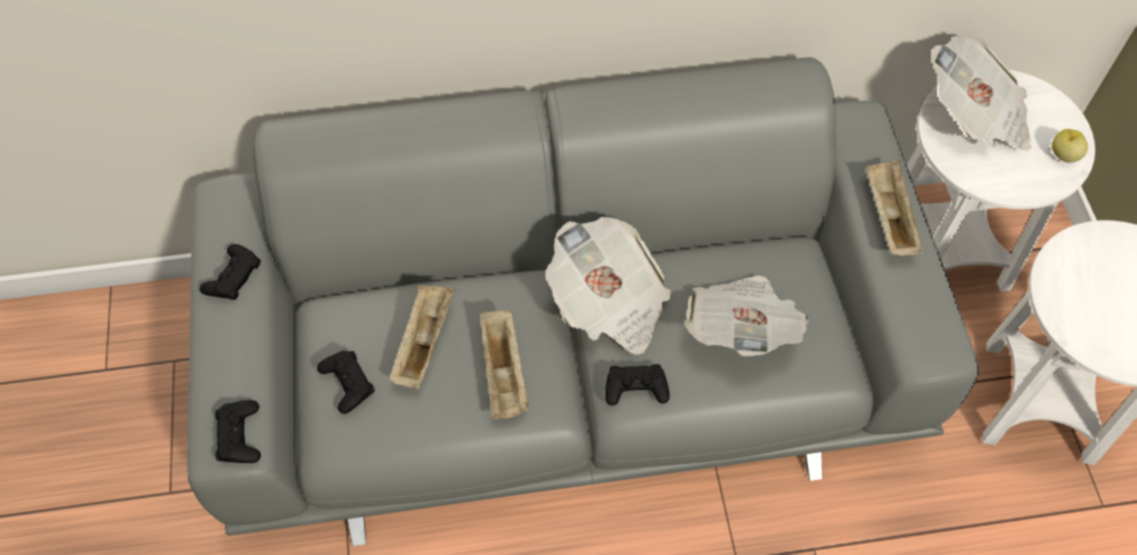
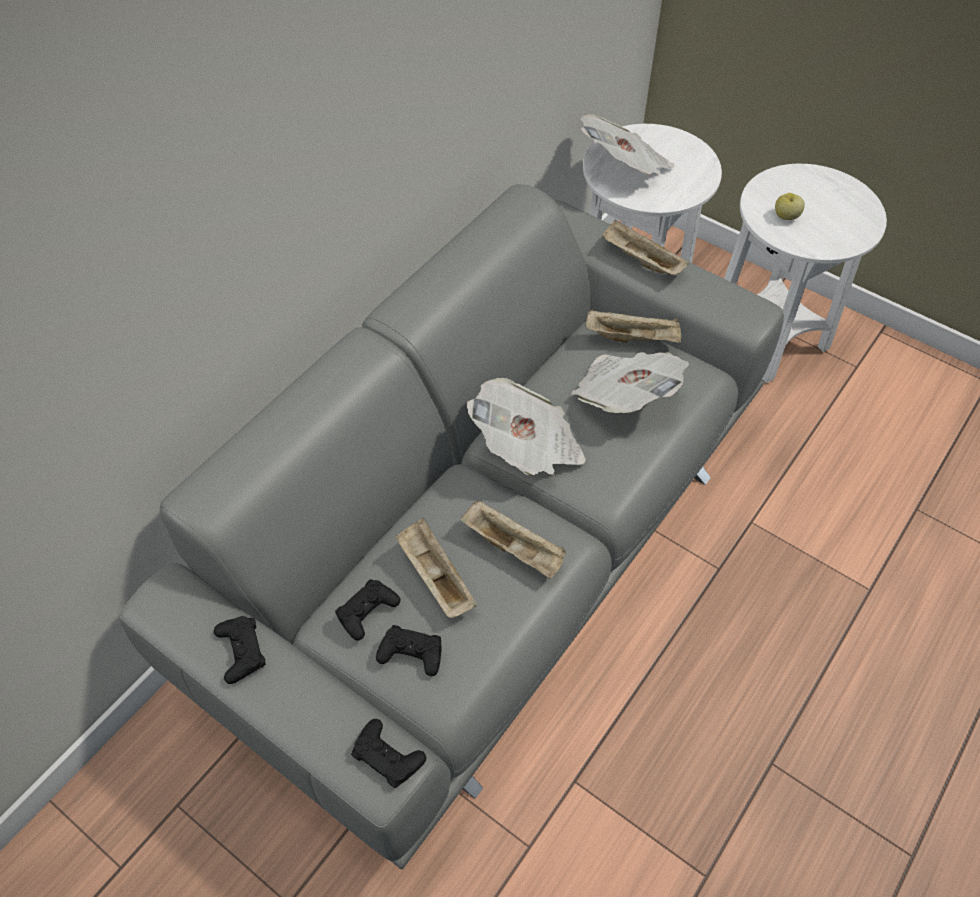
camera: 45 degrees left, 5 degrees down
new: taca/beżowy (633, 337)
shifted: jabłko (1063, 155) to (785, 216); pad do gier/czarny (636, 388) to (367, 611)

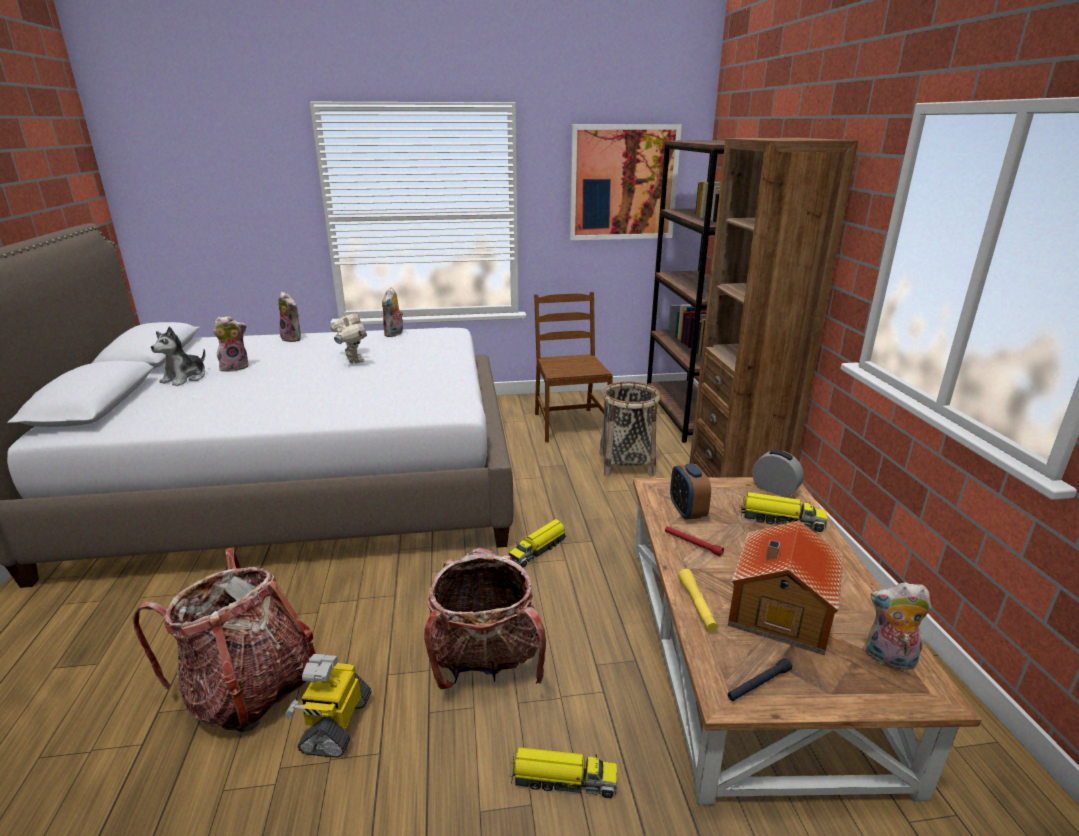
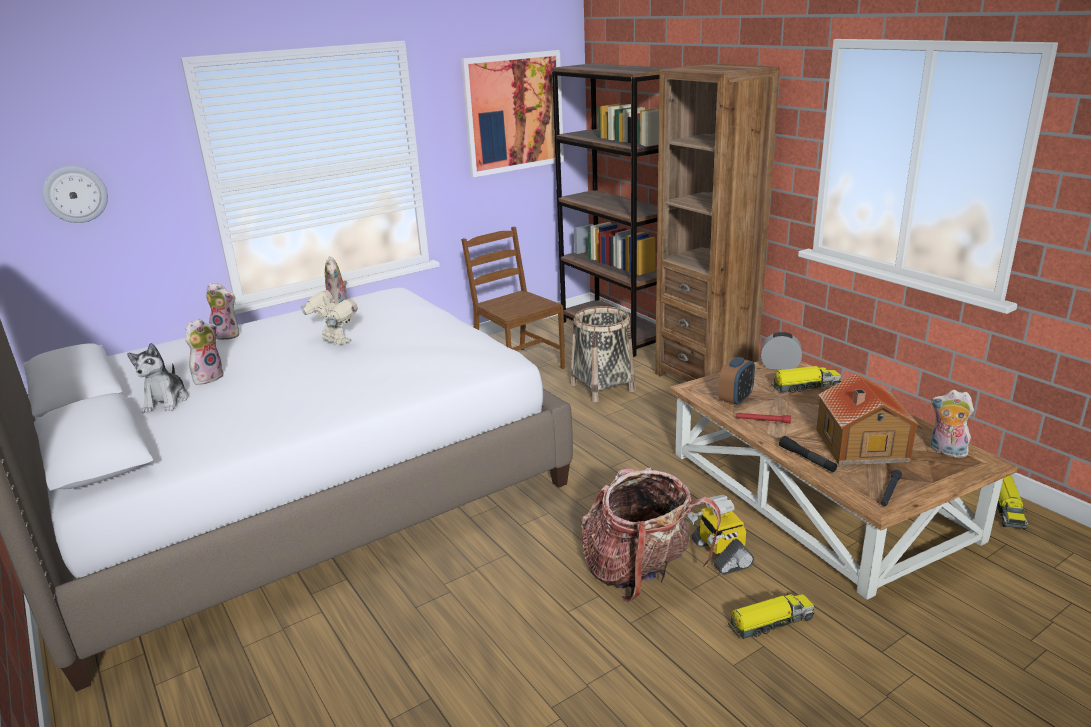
camera: 25 degrees left, 0 degrees up
gone: plecak (250, 689)
new: zegar ścienny (75, 194)
shifted: ciężarówka zabawkowa (538, 550) to (1006, 509); robot zabawkowy (335, 724) to (720, 554)
repainted: latarka/żółty (697, 605) to latarka/czarny (807, 459)
rotated: budzik (687, 511) = (735, 399) 105 degrees counterclockwise; pluszak (888, 659) = (946, 451) 45 degrees clockwise

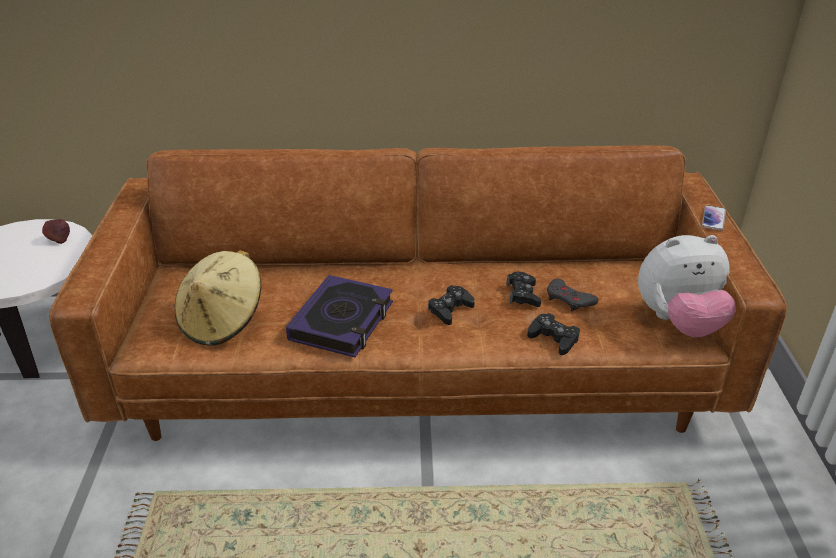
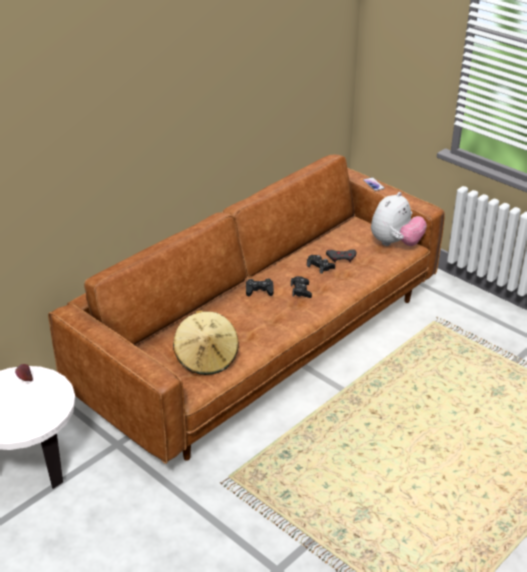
camera: 45 degrees left, 0 degrees up
gone: książka (342, 321)
shifted: pad do gier/czarny (553, 338) to (259, 290)

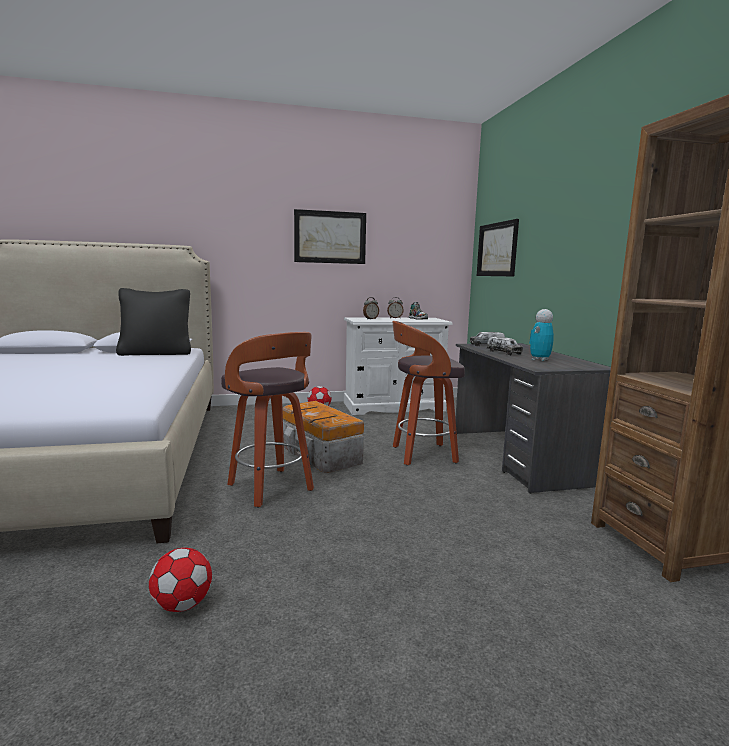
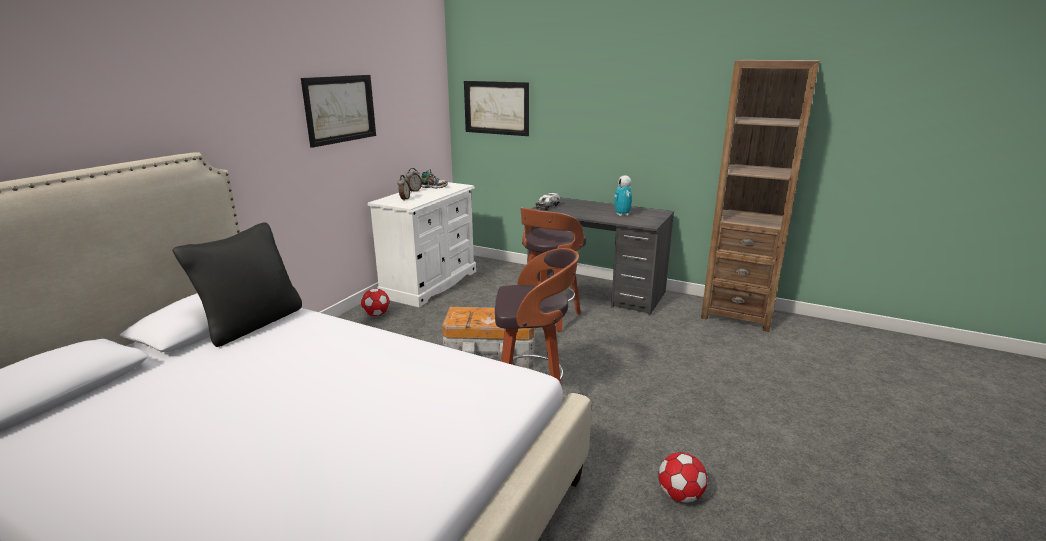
camera: 50 degrees left, 10 degrees up
gone: ciężarówka zabawkowa (504, 352)

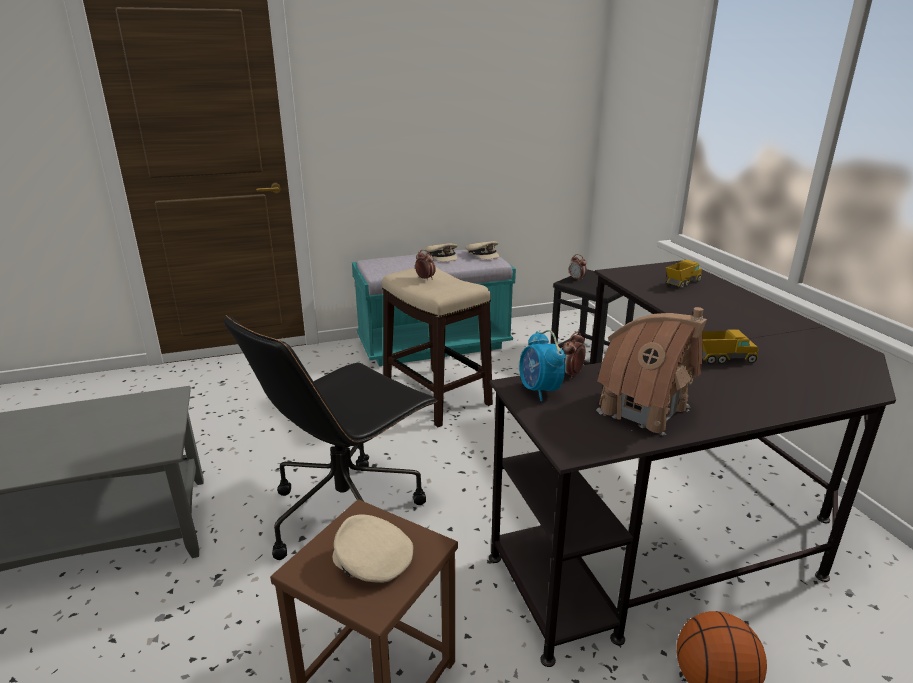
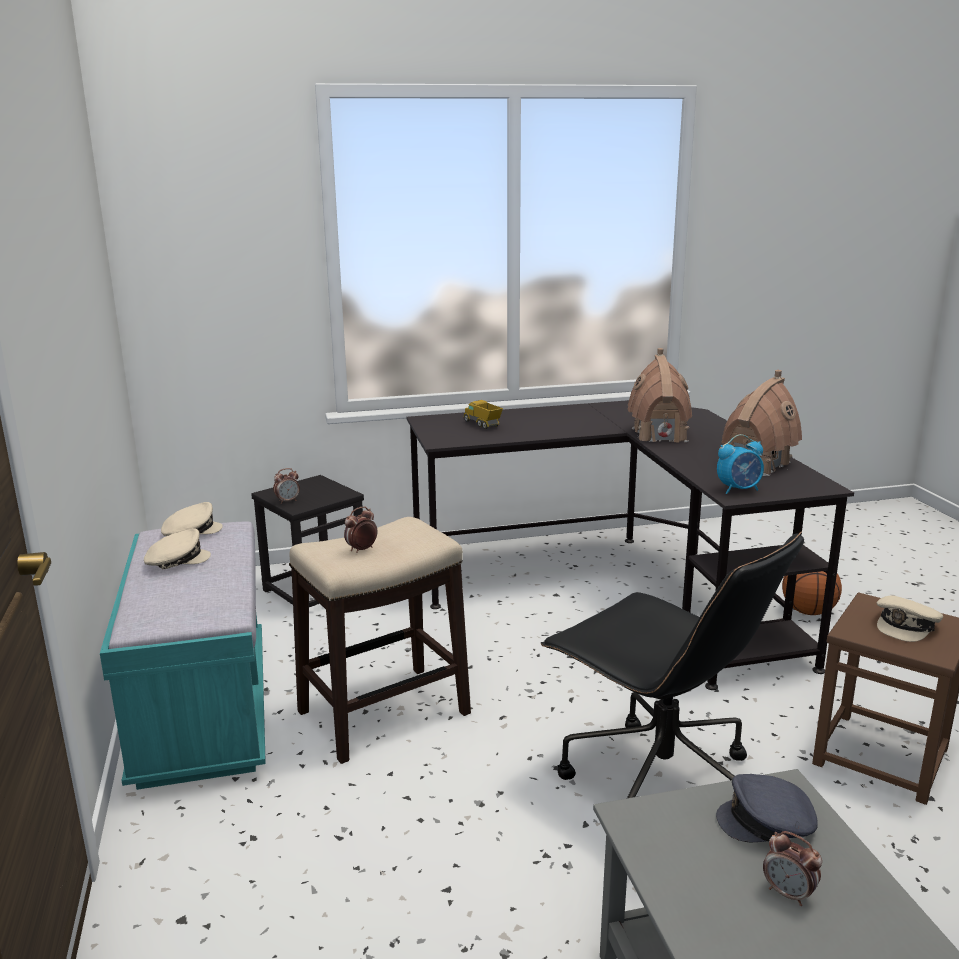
camera: 85 degrees left, 5 degrees down
new: czapka z daszkiem/szary (768, 823)
shifted: budzik (571, 374) to (788, 894)
swapped: ciężarówka zabawkowa (723, 359) to domek (659, 435)

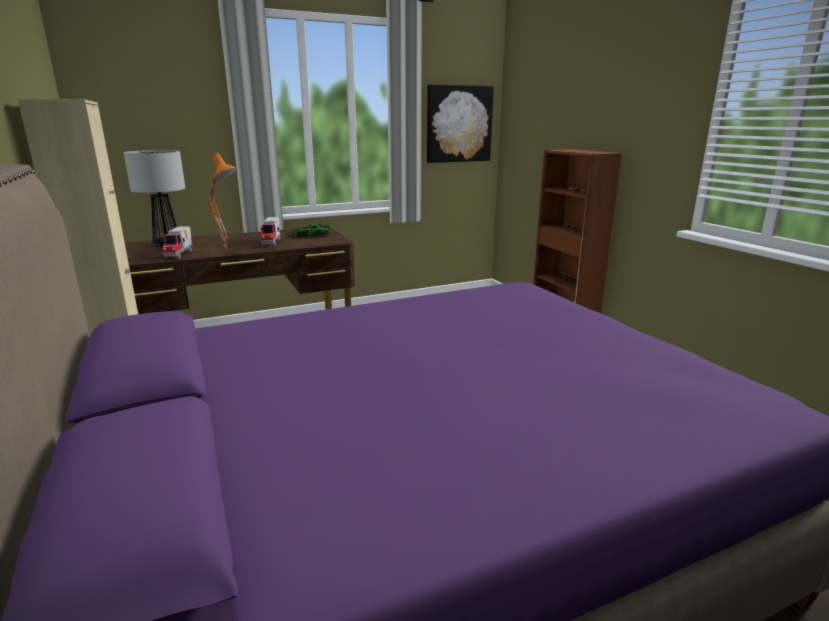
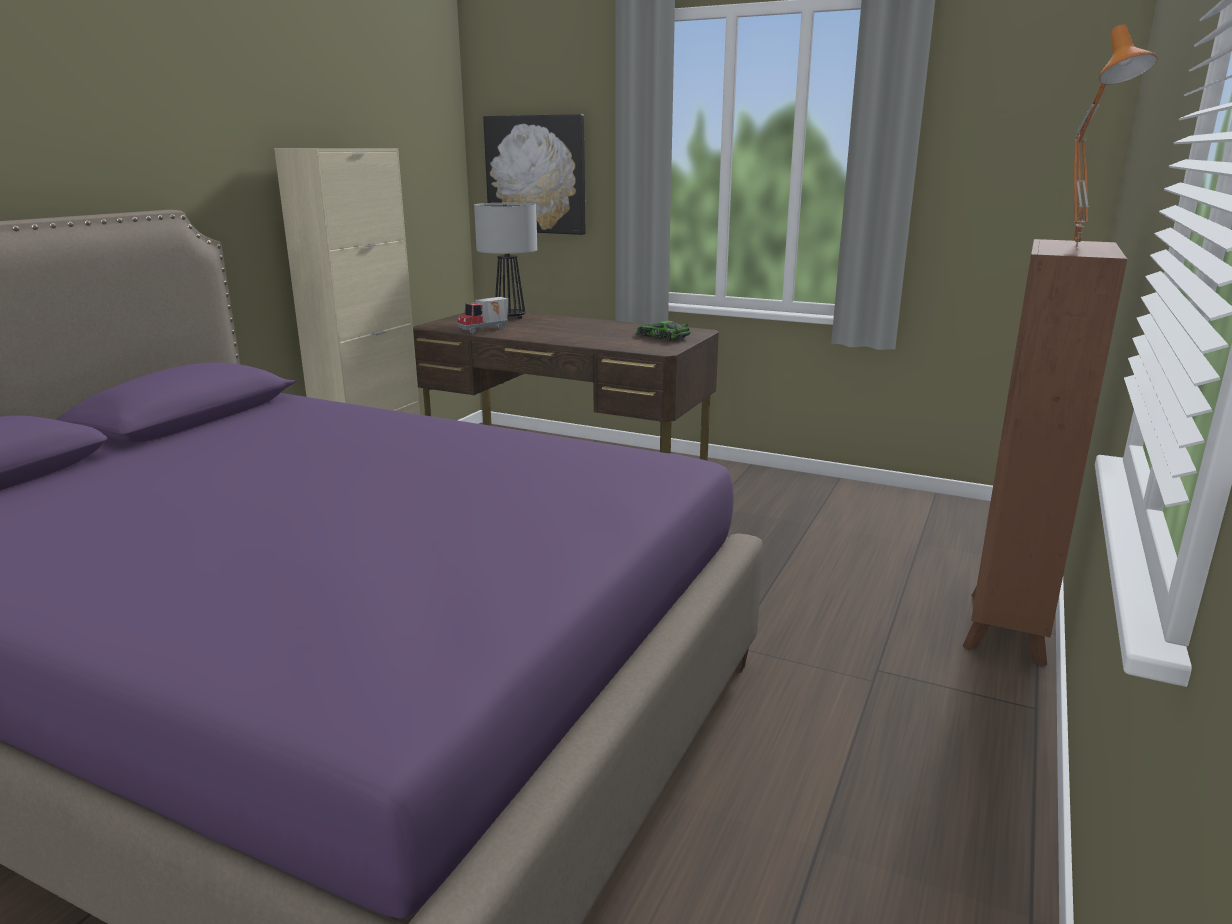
camera: 50 degrees right, 0 degrees up
gone: ciężarówka zabawkowa (272, 242)
shifted: obraz (459, 124) to (536, 175); lampa stołowa/pomarańczowy (227, 249) to (1080, 247)

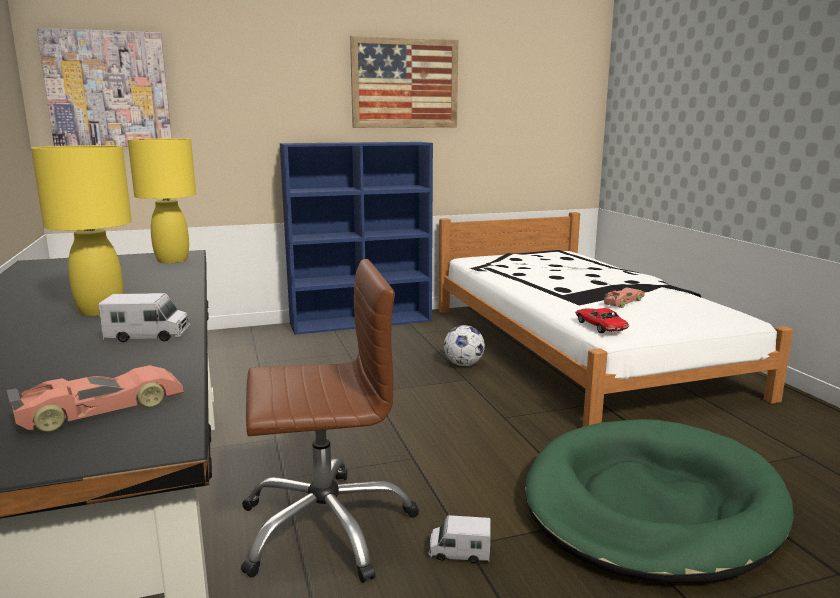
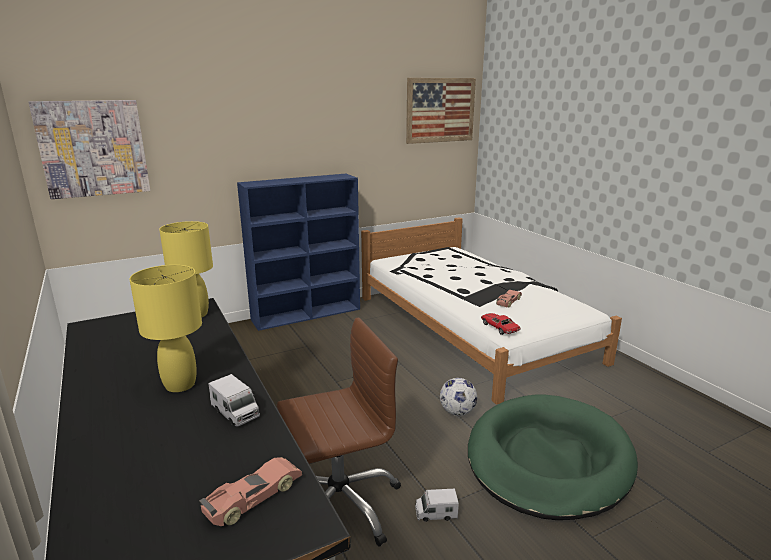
camera: 10 degrees left, 5 degrees up
shifted: obraz (405, 83) to (440, 110); piłka futbolowa (463, 364) to (457, 412)
rotated: ciężarówka zabawkowa (148, 336) = (235, 412) 60 degrees clockwise

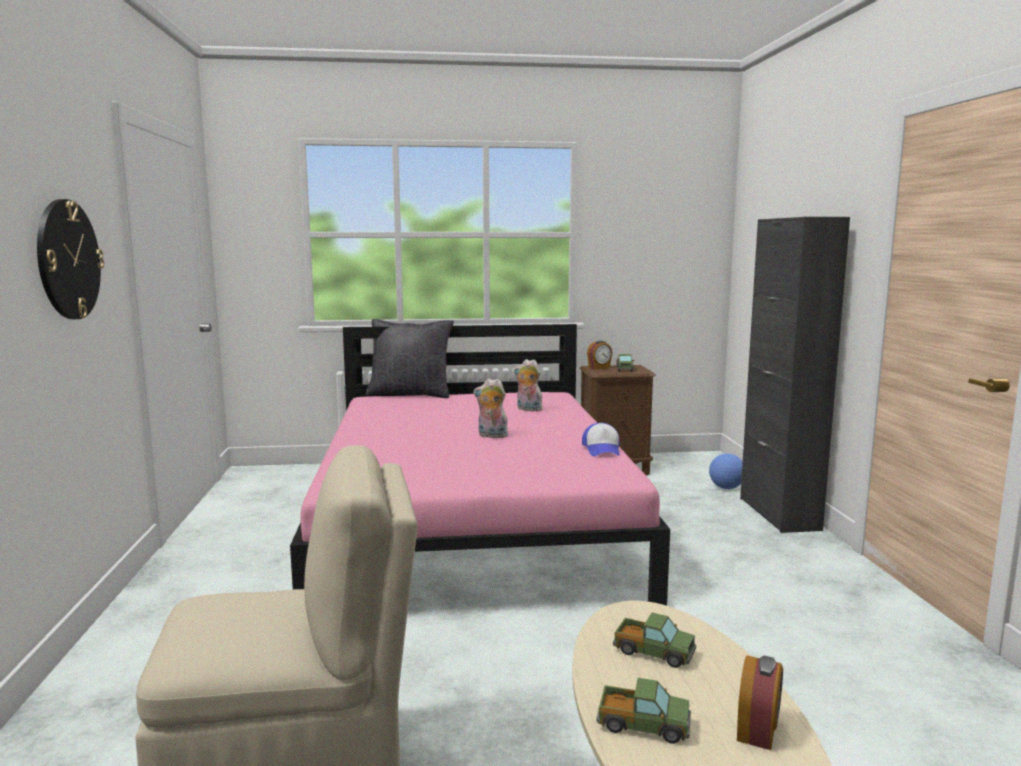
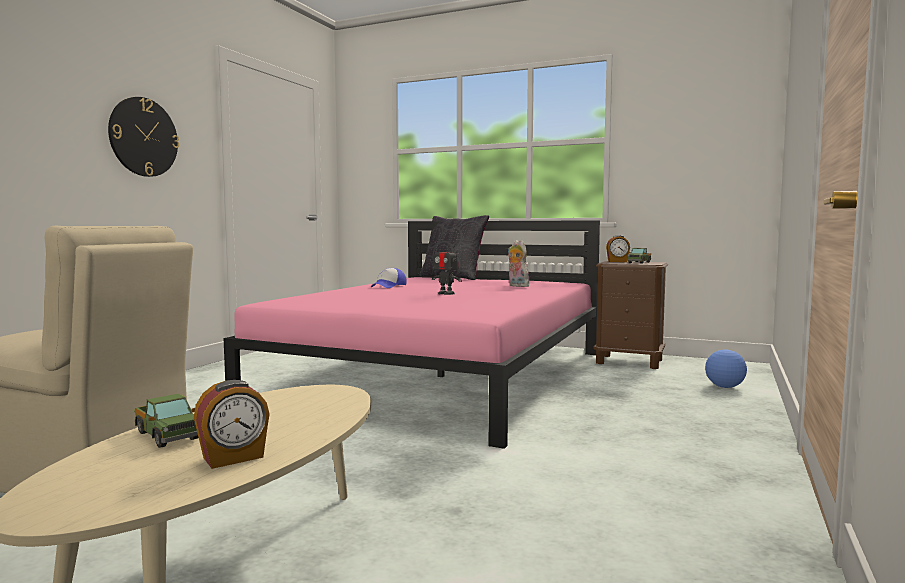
camera: 30 degrees right, 5 degrees down
gone: szafka/czarny (779, 514); ciężarówka zabawkowa (653, 653)
shifted: czapka z daszkiem (602, 449) to (389, 286)
swapped: pluszak (491, 436) to robot zabawkowy (446, 293)

